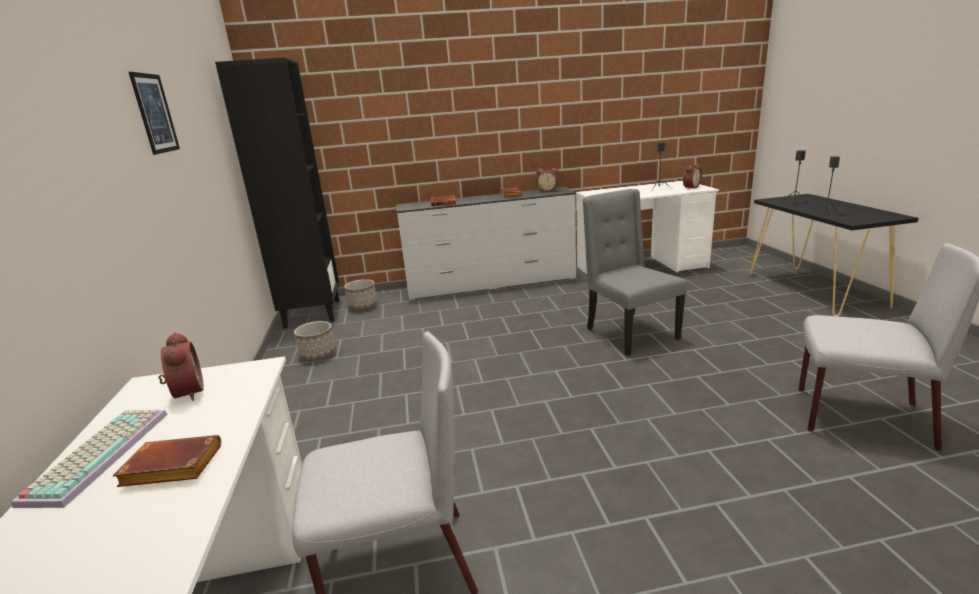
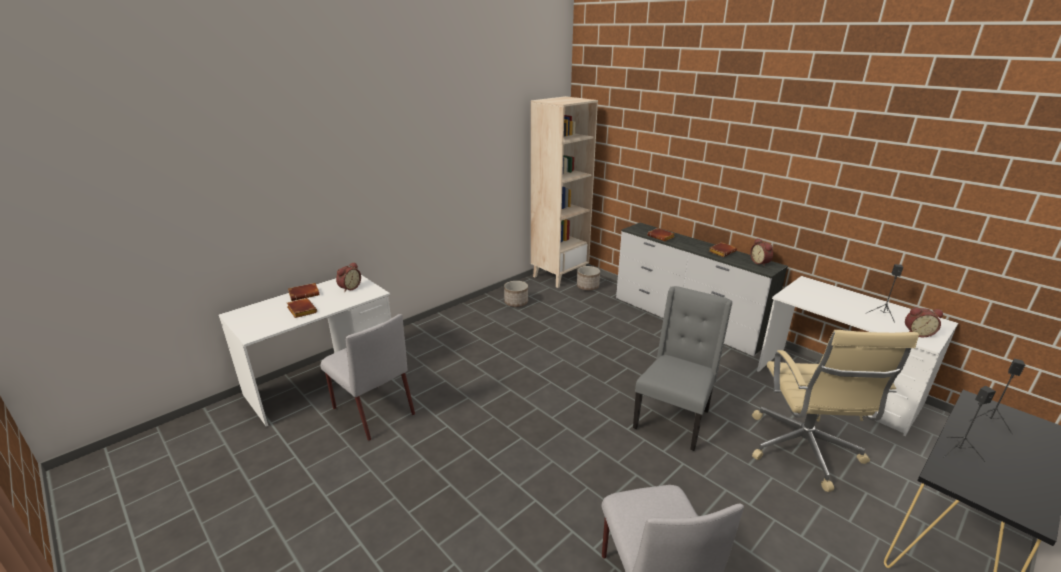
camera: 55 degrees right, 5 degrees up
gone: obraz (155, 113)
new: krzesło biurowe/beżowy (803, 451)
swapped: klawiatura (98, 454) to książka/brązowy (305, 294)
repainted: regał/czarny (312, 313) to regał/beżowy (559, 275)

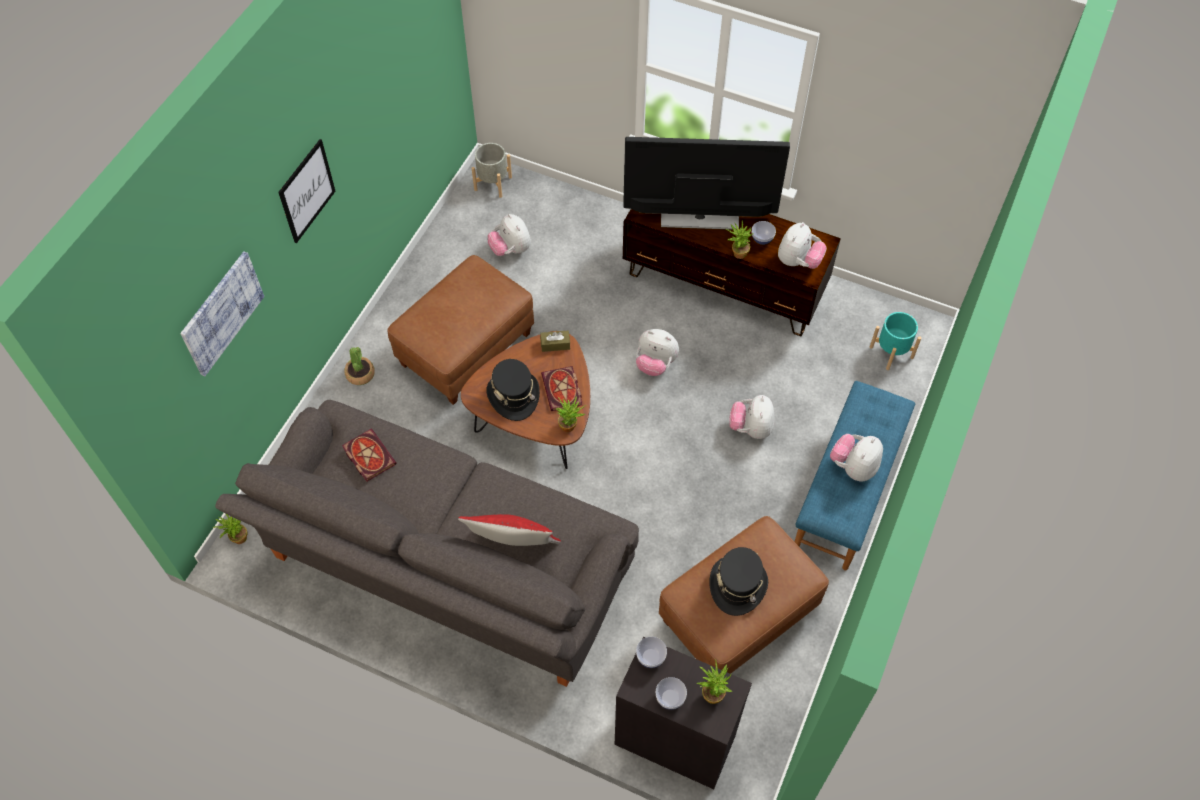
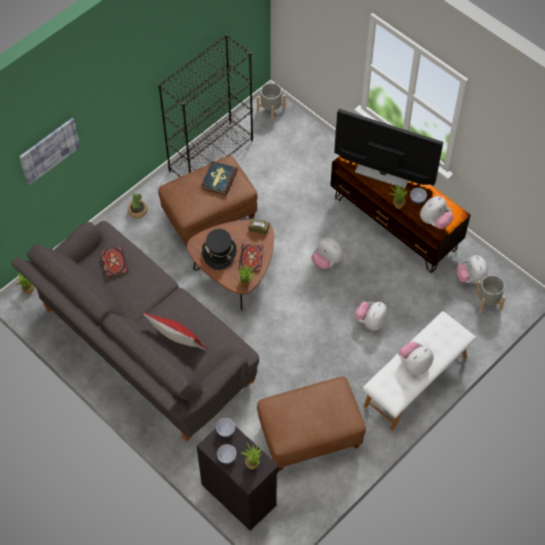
camera: 20 degrees right, 0 degrees up
gone: obraz (307, 191); kapelusz/czarny (738, 585)
new: regał/czarny (211, 155); książka (219, 179)
shifted: pluszak (511, 249) to (470, 278)
repainted: donica/turkusowy (891, 352) to donica/szary (488, 301); ławka/niebieski (848, 490) to ławka/biały (416, 381)

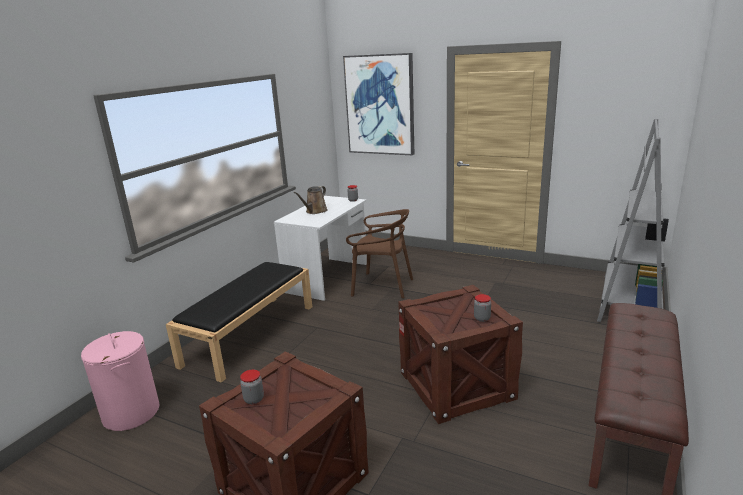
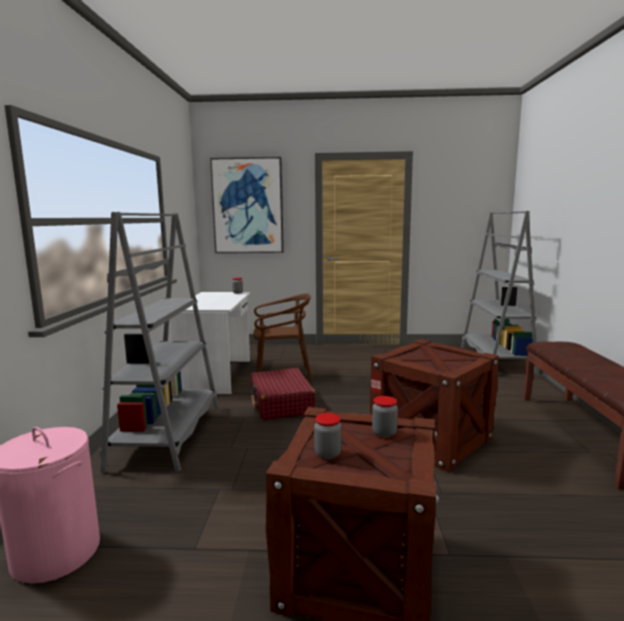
camera: 25 degrees left, 10 degrees down
gone: konewka/brązowy (315, 211)
new: walizka/czerwony (281, 404)
shifted: słoik (482, 318) to (384, 433)
swapped: ławka/czarny (250, 334) to regał/szary (168, 435)

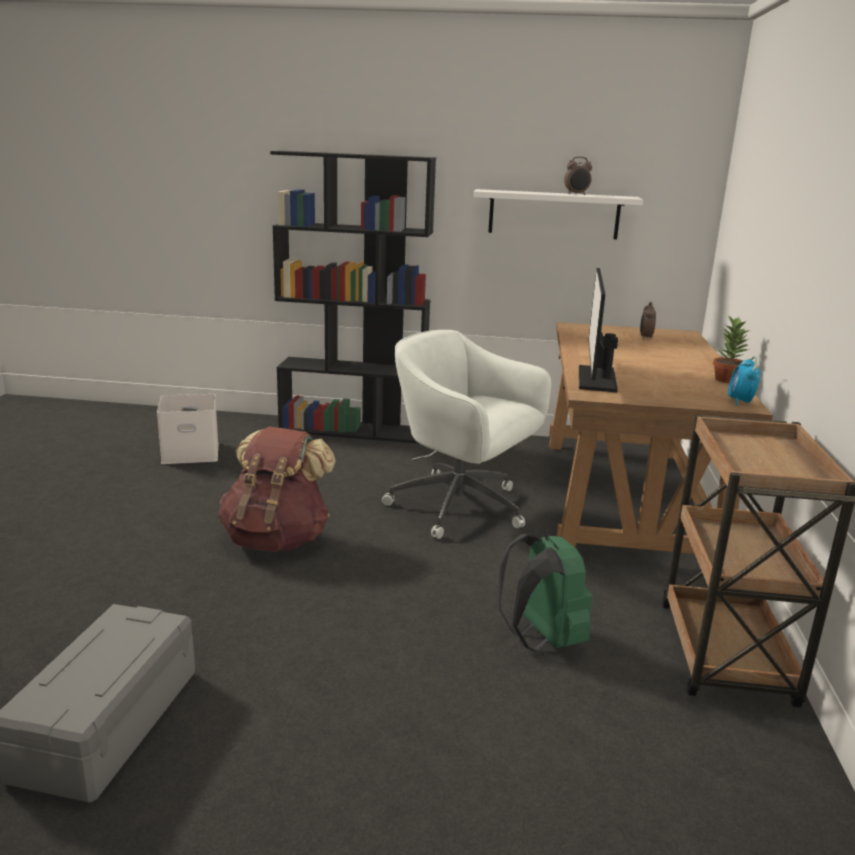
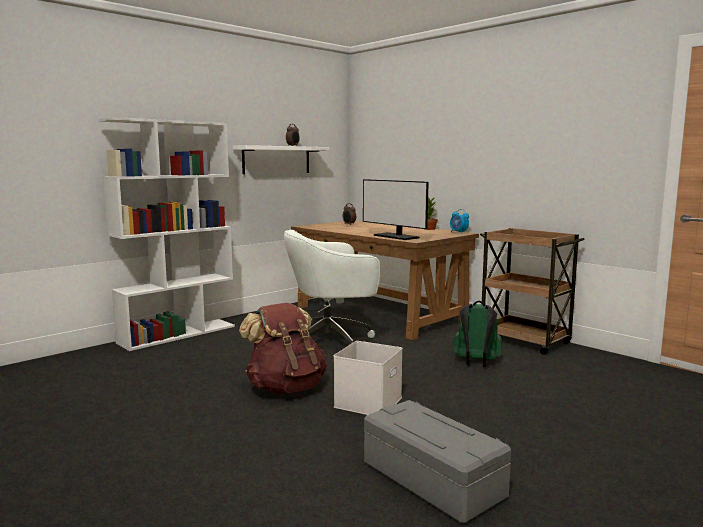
camera: 50 degrees left, 10 degrees down
shifted: pojemnik do przechowywania/biały (189, 453) to (369, 403)
repainted: regał/czarny (353, 430) to regał/biały (178, 334)

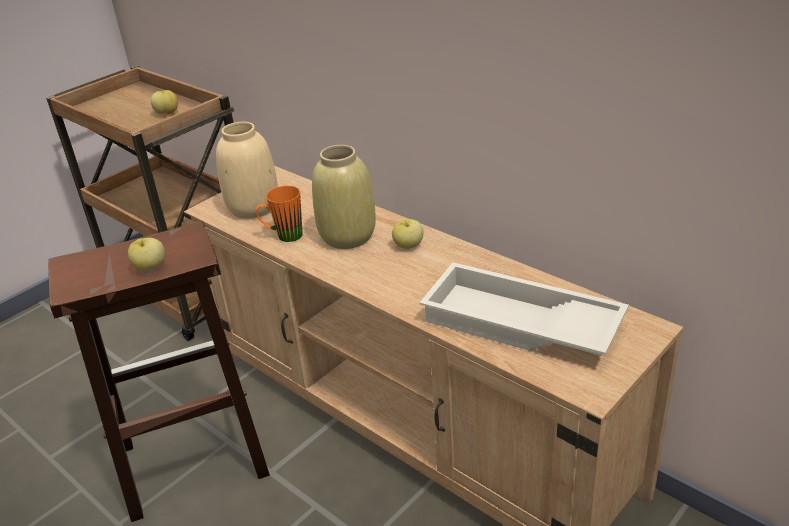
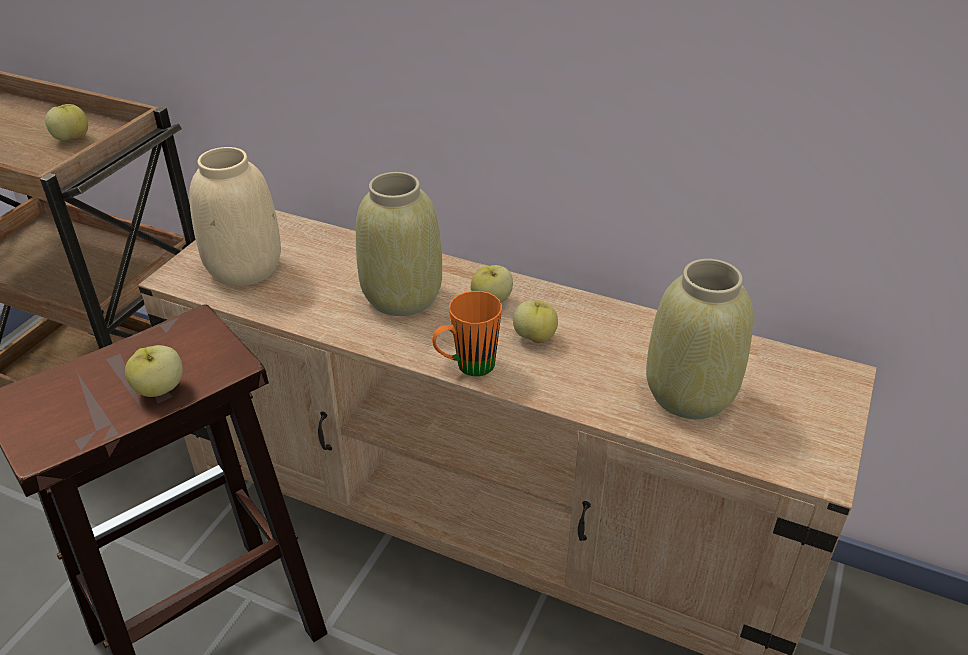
camera: 20 degrees left, 5 degrees up
new: jabłko (535, 337)
shifted: kubek/pomarańczowy (283, 236) to (466, 367)
swapped: taca/biały (518, 325) to wazon/beżowy (688, 394)

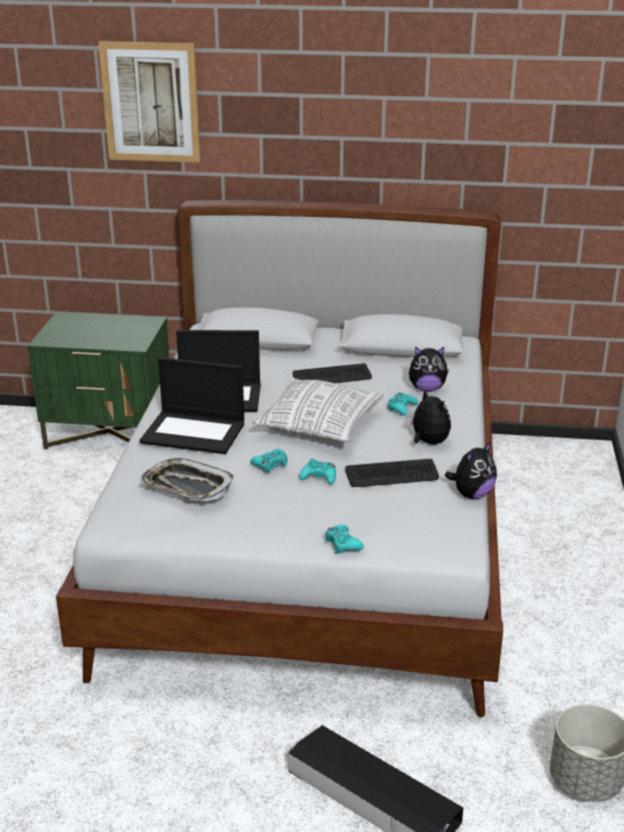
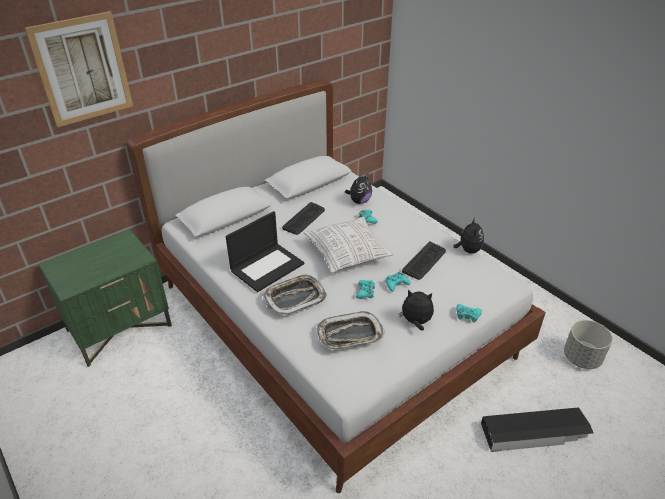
camera: 45 degrees left, 10 degrees up
shifted: pluszak (428, 442) to (416, 322)
swapped: laptop (194, 432) to taca (295, 298)

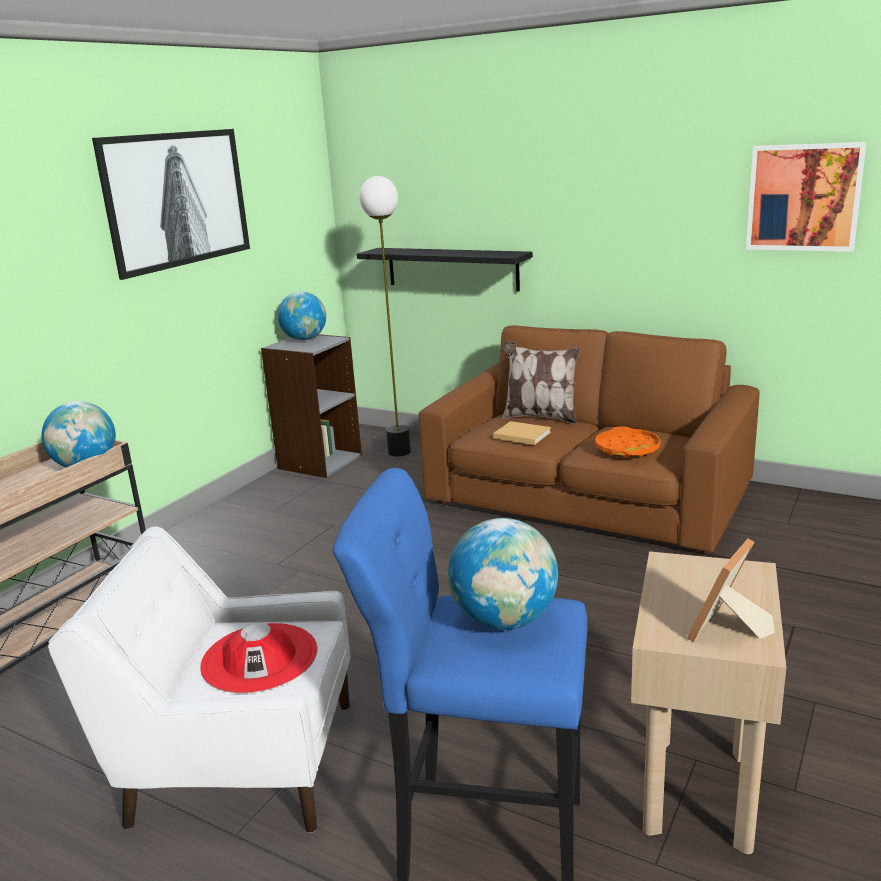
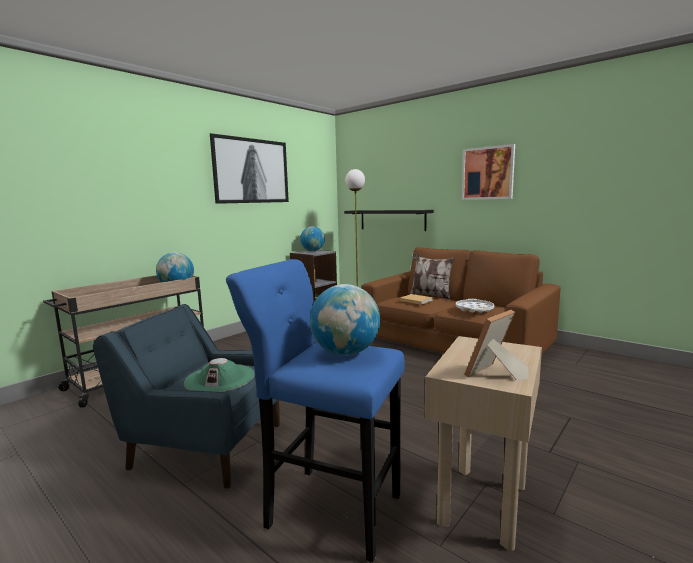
camera: 10 degrees right, 10 degrees down
shifted: obraz (803, 197) to (488, 173)
repainted: taca/pomarańczowy (627, 448) to taca/biały (474, 309); fotel/biały (238, 762) to fotel/niebieski (205, 445); kapelusz/czerwony (259, 658) to kapelusz/zielony (220, 378)

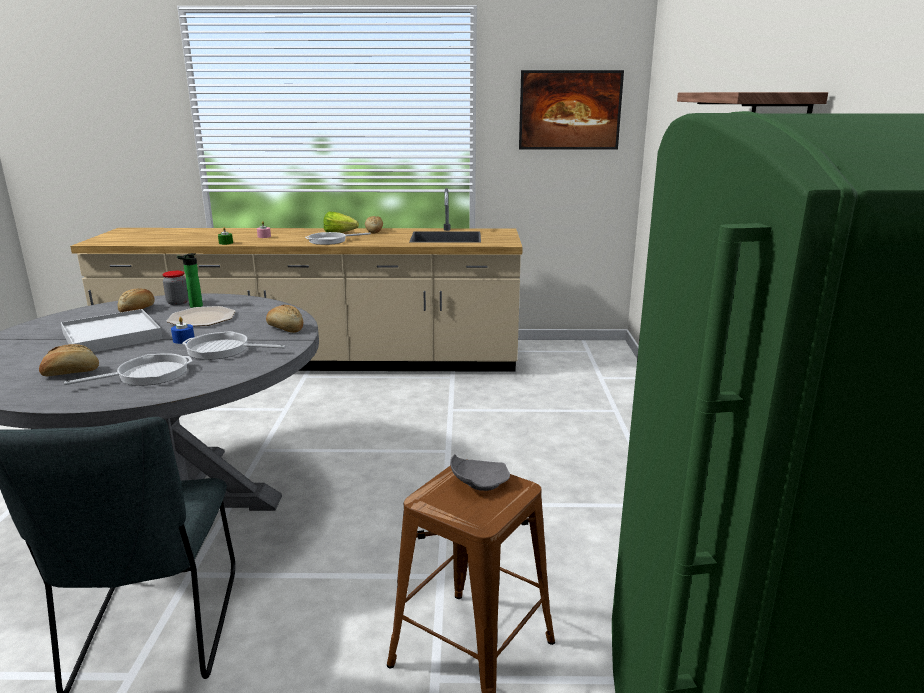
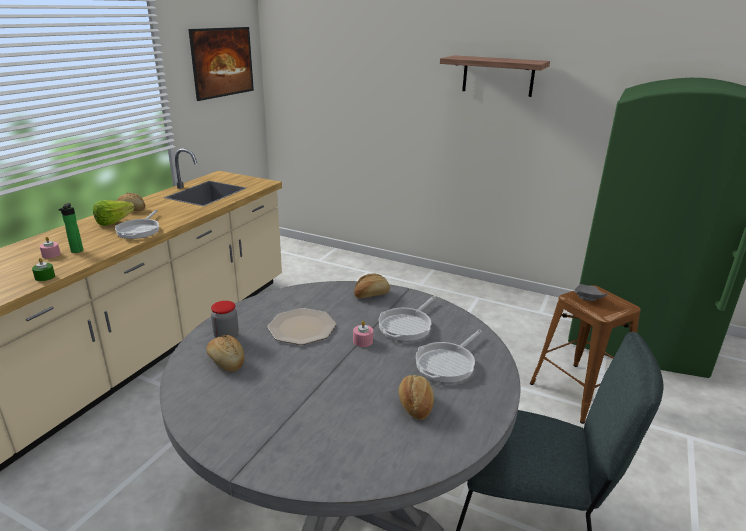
camera: 65 degrees left, 5 degrees up
gone: taca/biały (112, 336)
shifted: butelka (194, 306) to (76, 251)
repainted: świeca/niebieski (183, 340) to świeca/różowy (363, 341)
rotated: patelnia (147, 375) = (447, 363) 135 degrees counterclockwise

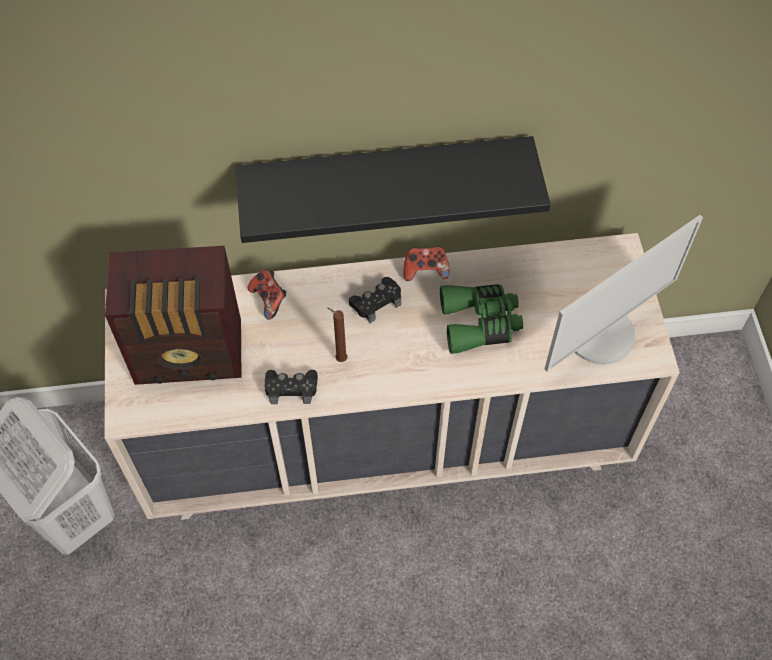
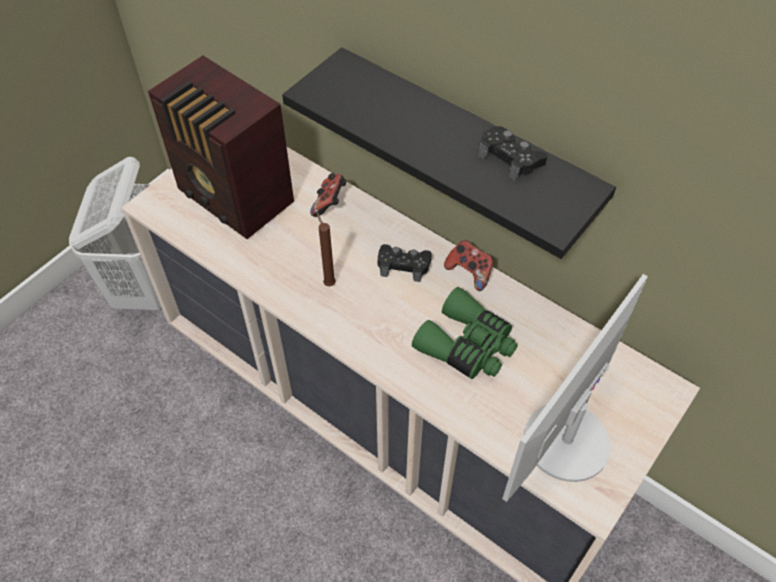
camera: 45 degrees right, 5 degrees down
shifted: pad do gier/czarny (291, 388) to (510, 158)
rotated: monitor (600, 333) = (564, 441) 120 degrees clockwise

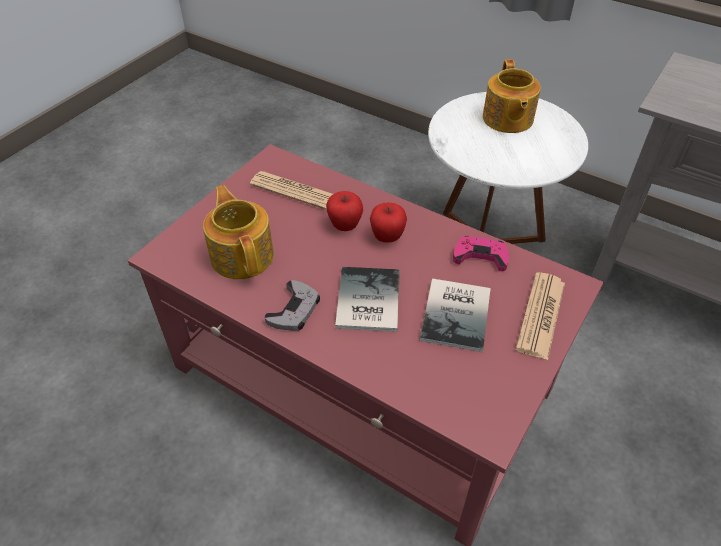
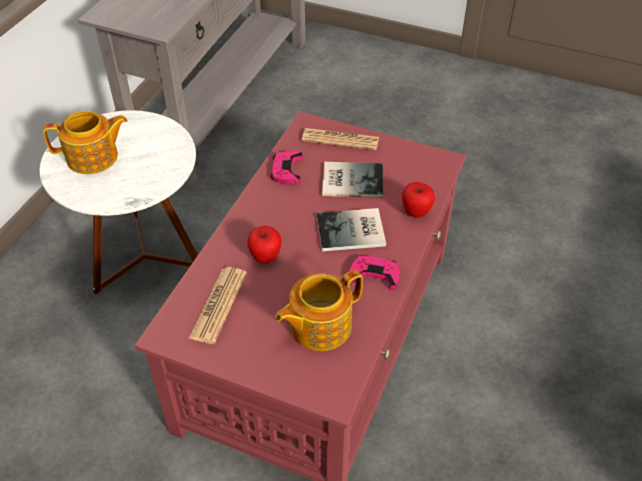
camera: 100 degrees left, 0 degrees up
shifted: jabłko (387, 237) to (416, 212)
repainted: pad do gier/szary (294, 310) to pad do gier/różowy (375, 274)

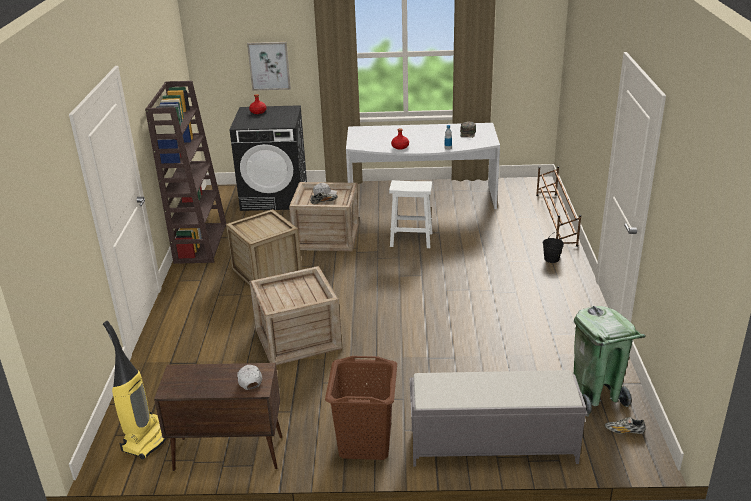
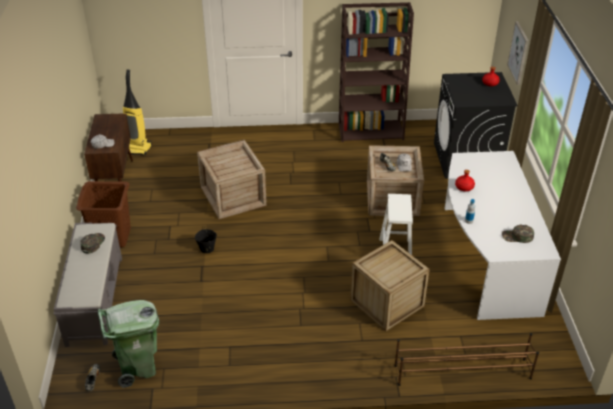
camera: 85 degrees right, 10 degrees up
new: czapka z daszkiem/zielony (92, 243)
shifted: skrzynka (267, 271) to (387, 303); wiadro/czarny (551, 259) to (206, 248)

